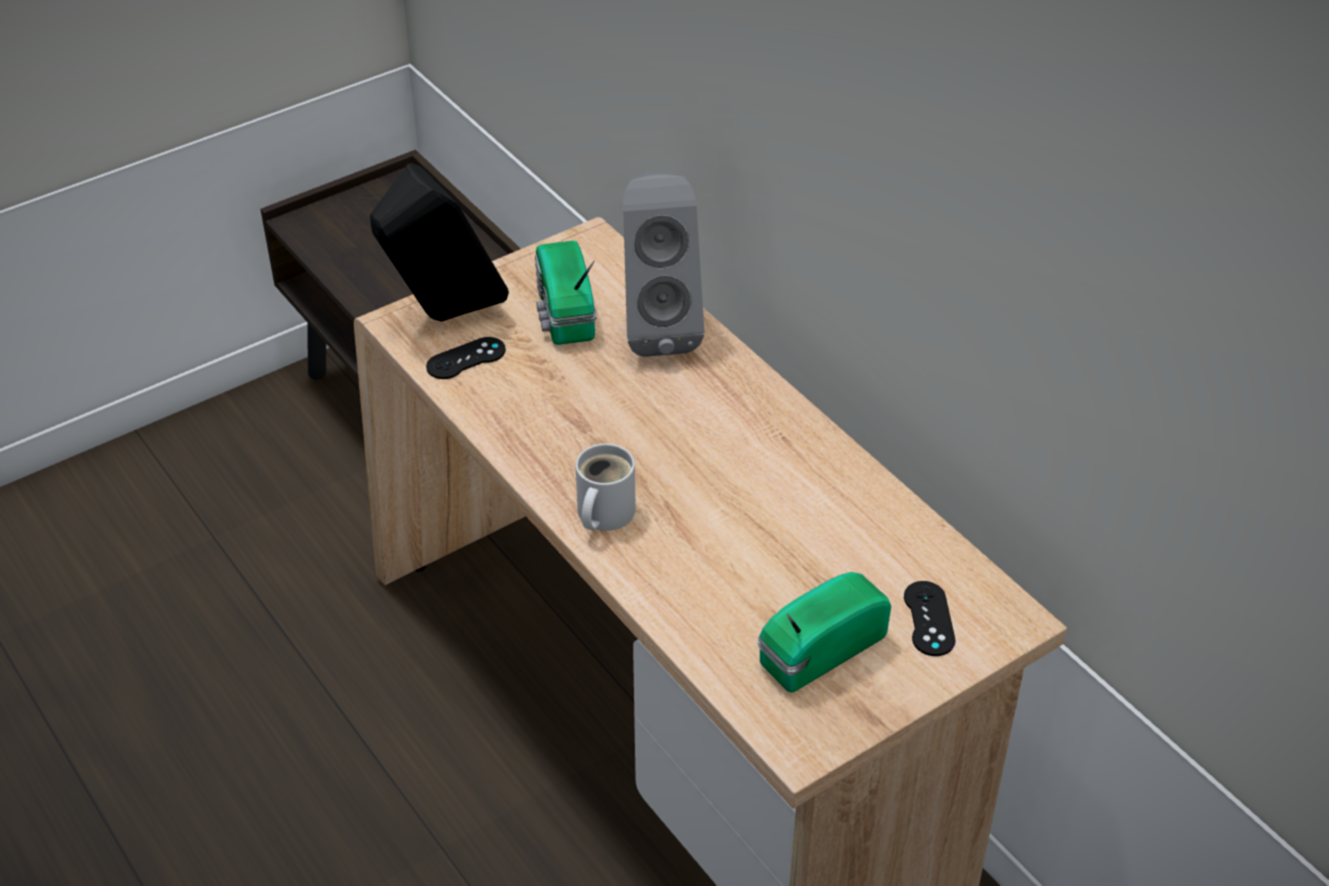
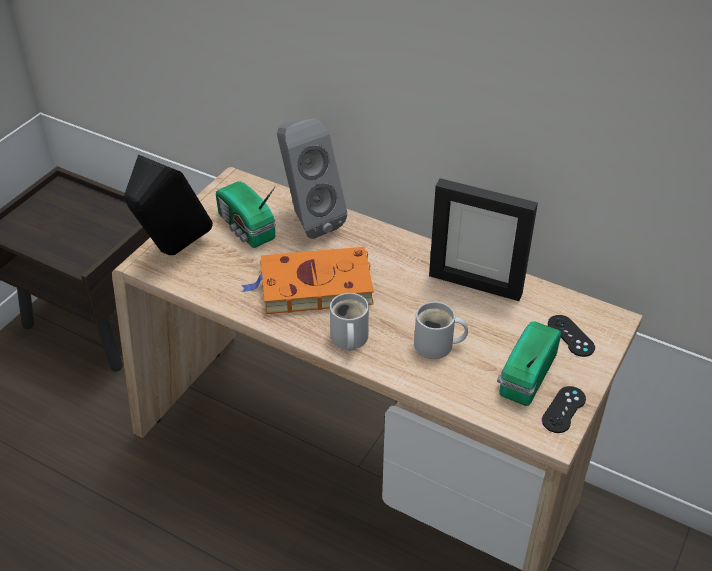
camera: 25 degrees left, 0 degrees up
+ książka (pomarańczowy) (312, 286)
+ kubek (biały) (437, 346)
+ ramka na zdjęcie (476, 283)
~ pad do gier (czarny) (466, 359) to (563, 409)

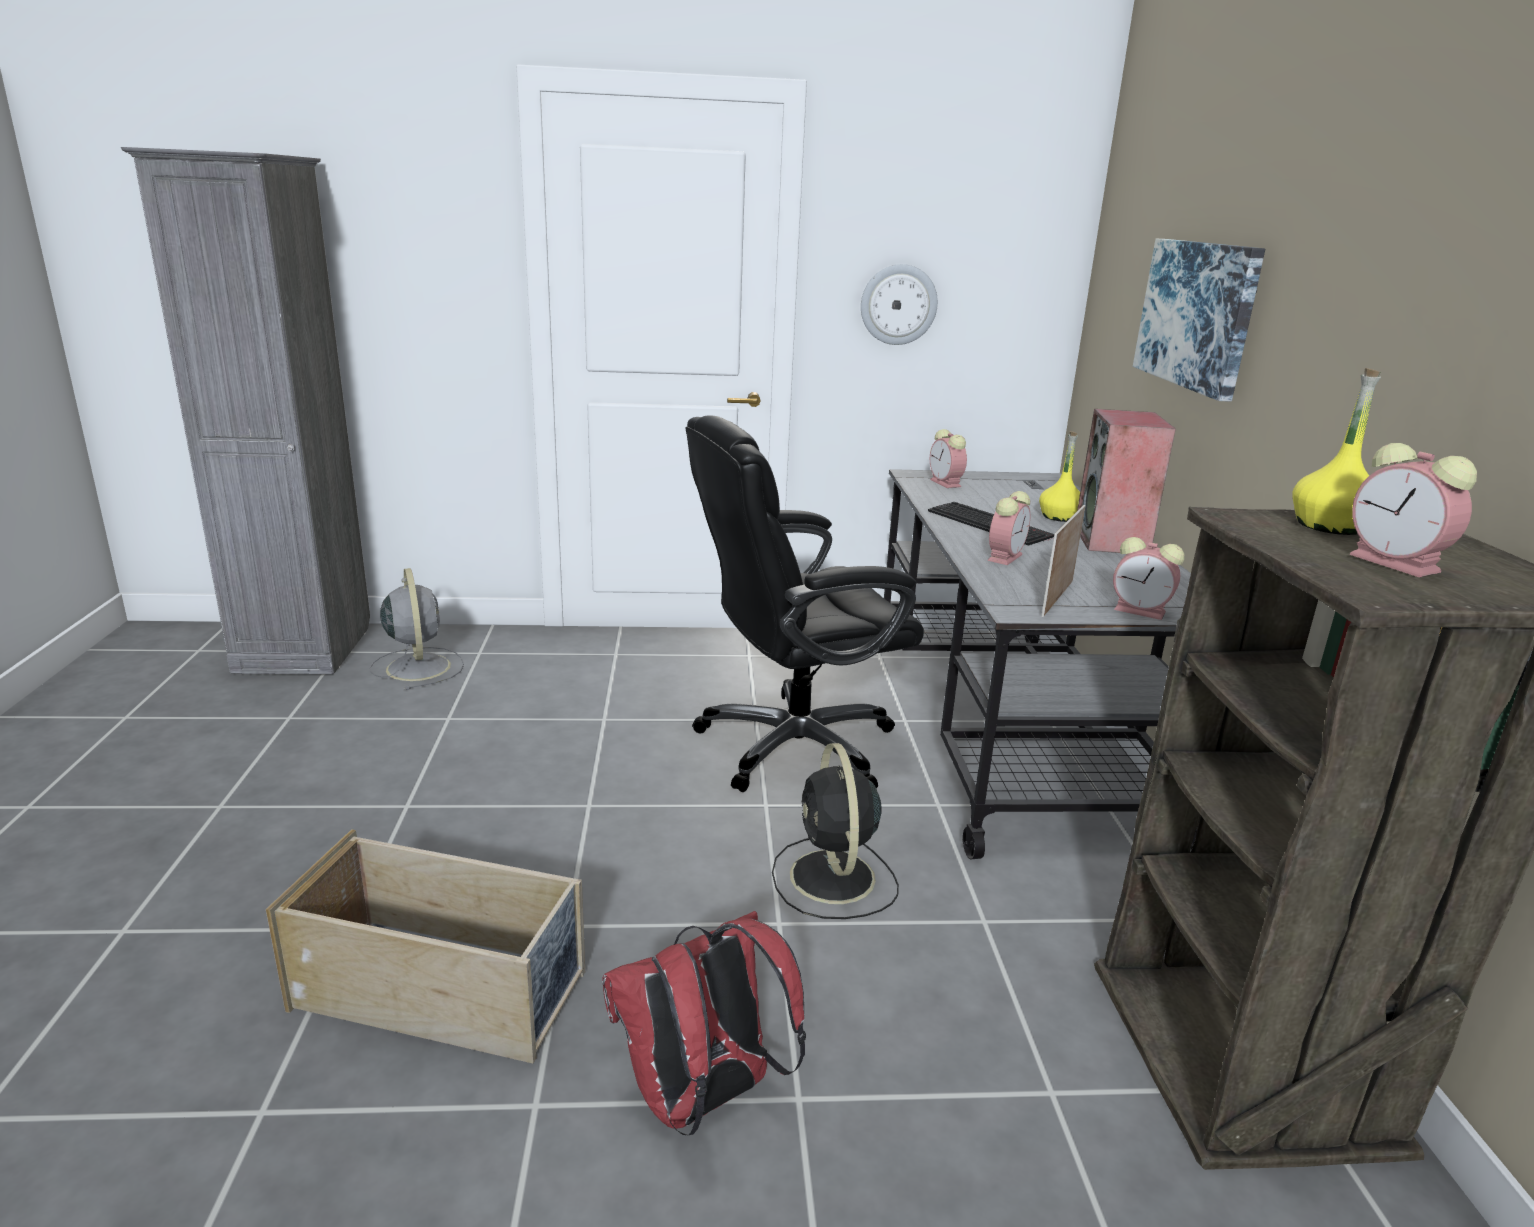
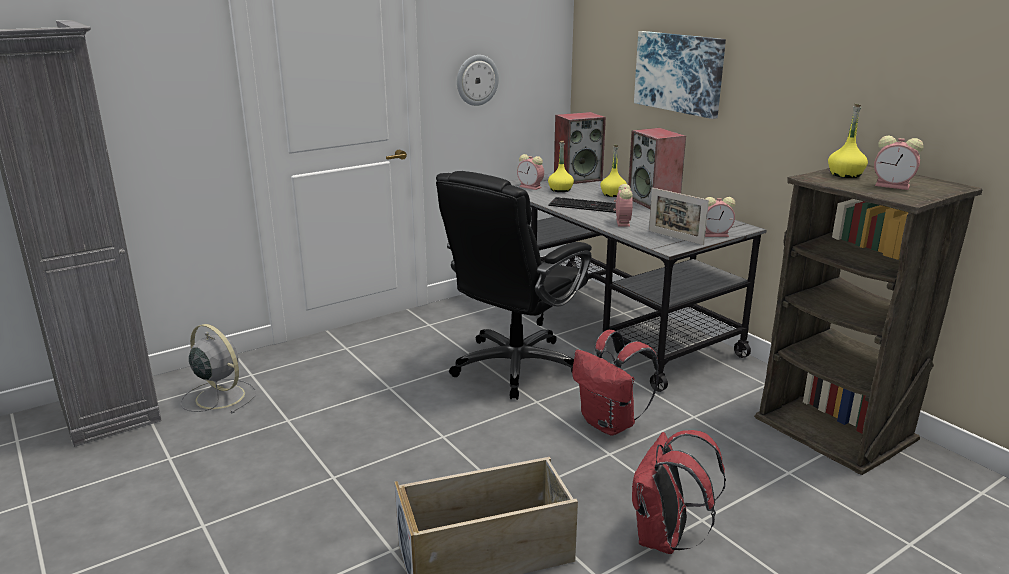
camera: 30 degrees left, 0 degrees up
+ butelka (żółty) (560, 190)
+ głośnik (578, 178)
~ wentylator (czarny) (833, 879) to plecak (czerwony) (610, 424)
~ ramka na zdjęcie (1057, 598) = (675, 237) 45 degrees counterclockwise

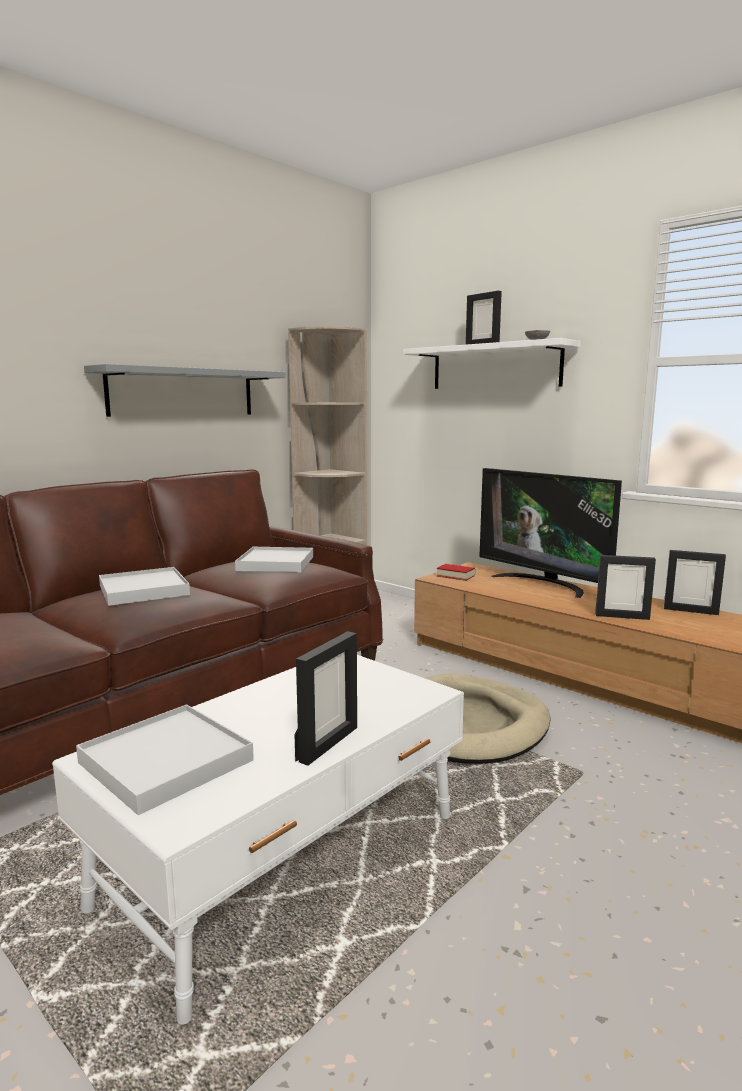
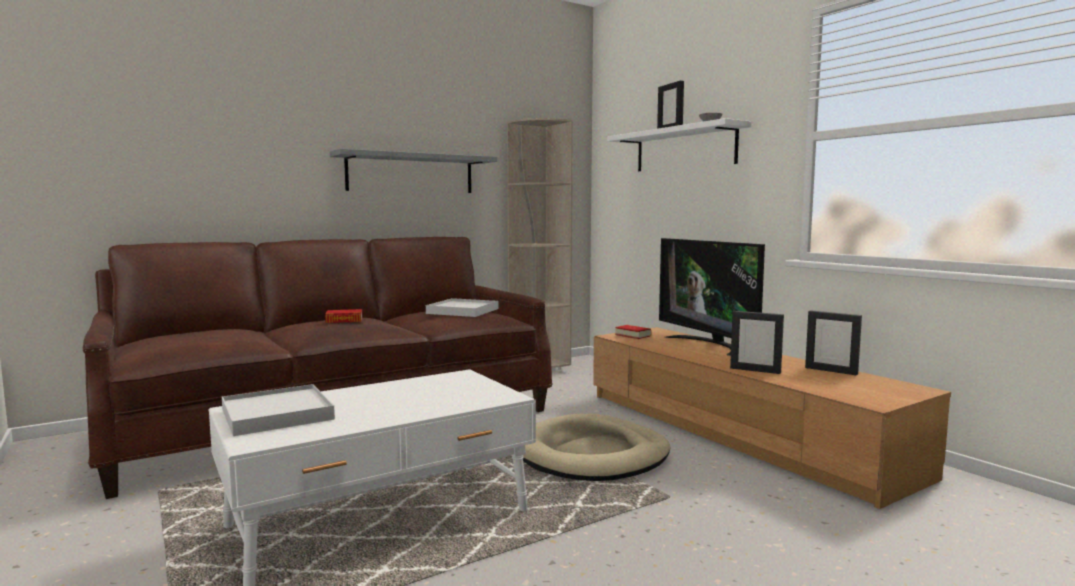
camera: 15 degrees right, 5 degrees down
~ taca (biały) (144, 590) to książka (344, 320)
- ramka na zdjęcie (327, 743)

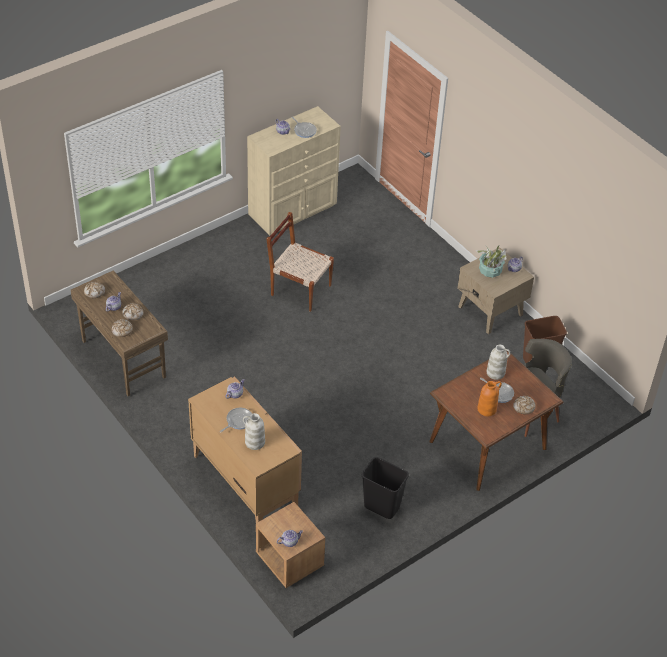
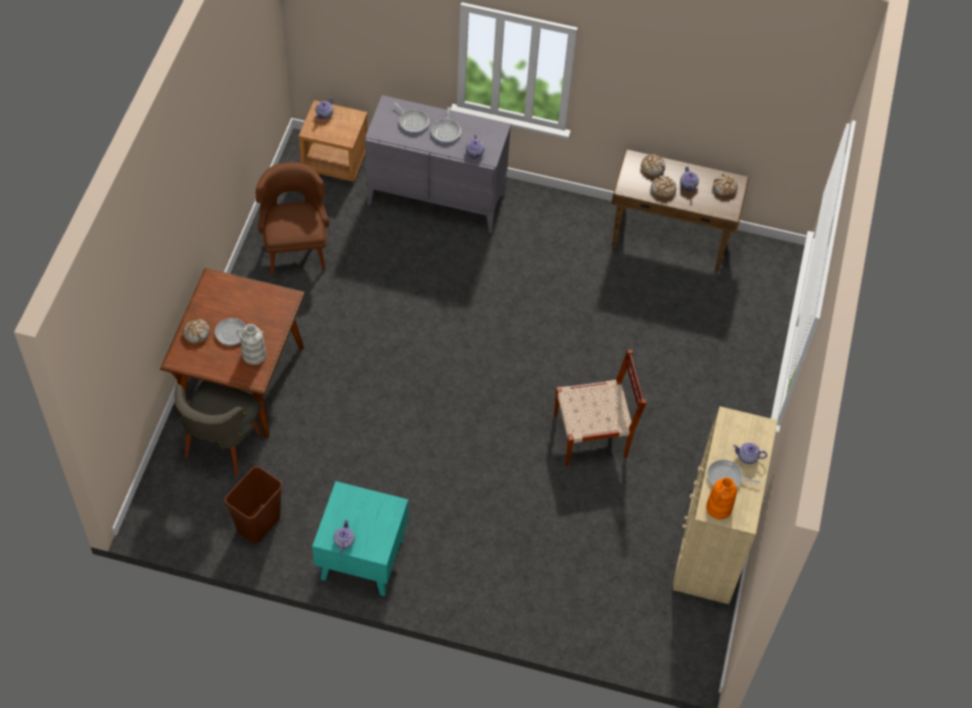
camera: 140 degrees right, 10 degrees up
~ kosz na śmieci (czarny) (381, 507) to krzesło (brązowy) (296, 253)
~ szafka nocna (beżowy) (491, 311) to szafka nocna (turkusowy) (361, 558)
~ szafka (brązowy) (245, 482) to szafka (szary) (436, 199)
~ wazon (biały) (254, 442) to patelnia (412, 122)
~ wazon (pomarańczowy) (487, 409) to (719, 508)
- roślina doniczkowa (490, 270)

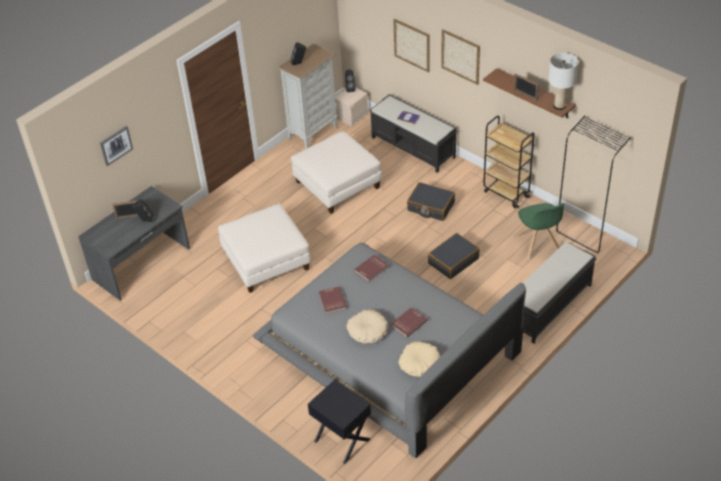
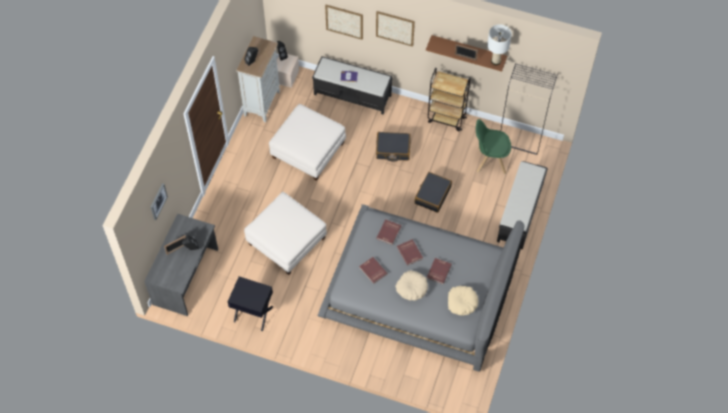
camera: 25 degrees left, 15 degrees up
~ szafka nocna (czarny) (341, 440) to (253, 314)
+ książka (czerwony) (410, 252)
~ krzesło (zielony) (537, 245) = (489, 161) 135 degrees clockwise

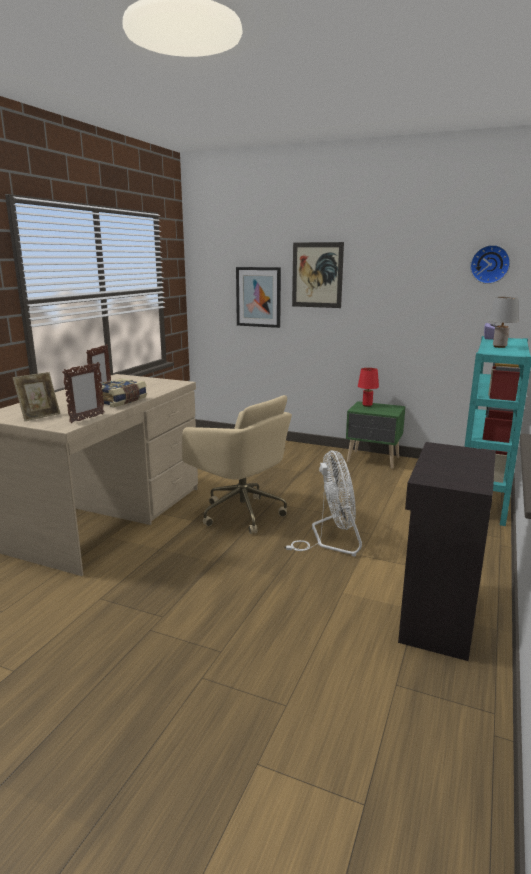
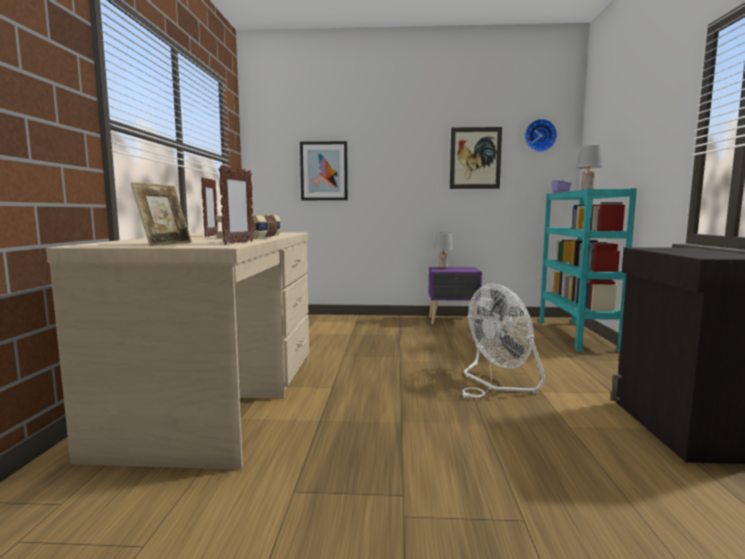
camera: 20 degrees left, 10 degrees down
~ szafka nocna (zielony) (373, 460) to szafka nocna (fioletowy) (453, 321)
~ lampa stołowa (czerwony) (367, 405) to lampa stołowa (szary) (443, 268)
~ obraz (317, 275) to (475, 158)
- krzesło biurowe (beżowy) (239, 513)

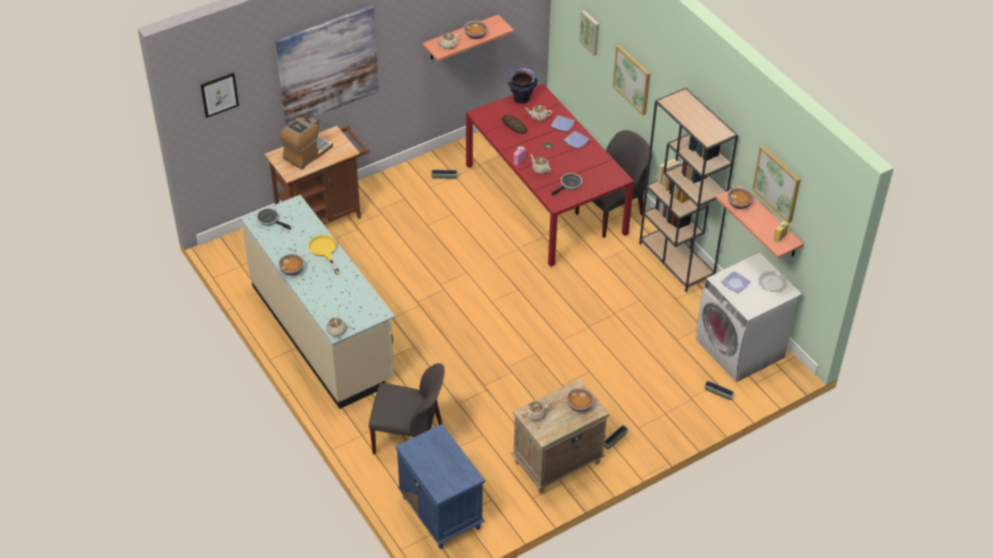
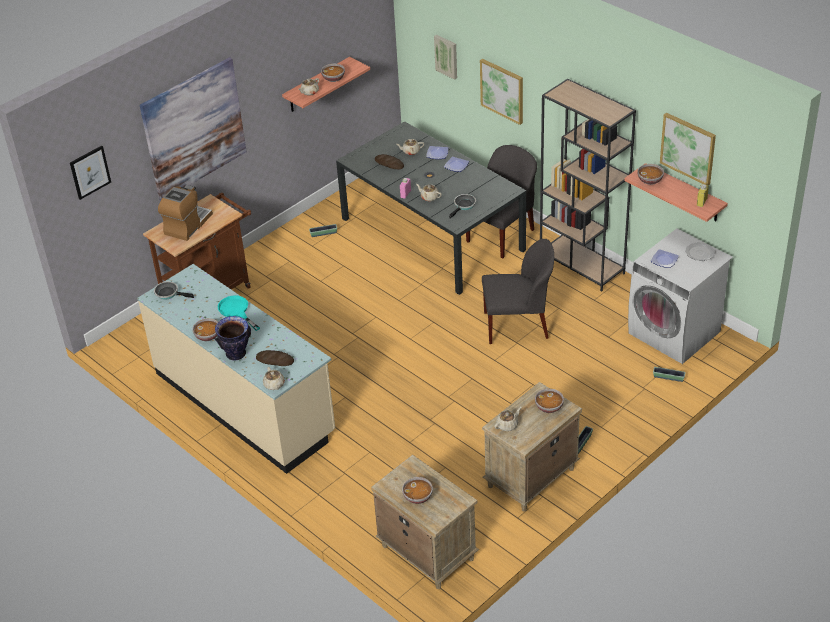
camera: 10 degrees left, 5 degrees down
~ wazon (521, 99) to (236, 354)
~ patelnia (żółty) (324, 251) to patelnia (turkusowy) (236, 311)
+ chleb (275, 360)
~ stół jadalny (czerwony) (545, 199) to stół jadalny (szary) (432, 234)
~ szafka nocna (niebieski) (440, 512) to szafka nocna (beżowy) (426, 552)
+ miska (418, 497)
~ krzesło (szary) (409, 438) to (517, 325)

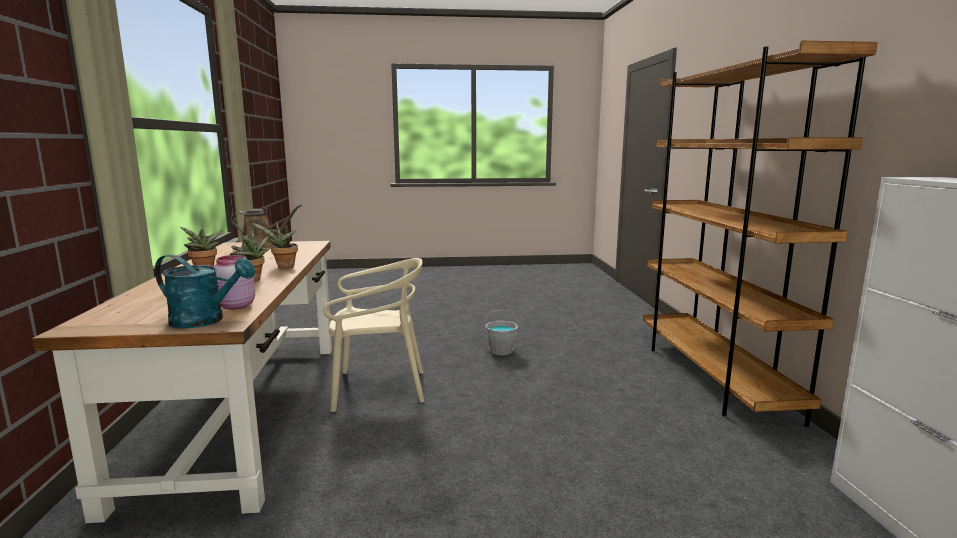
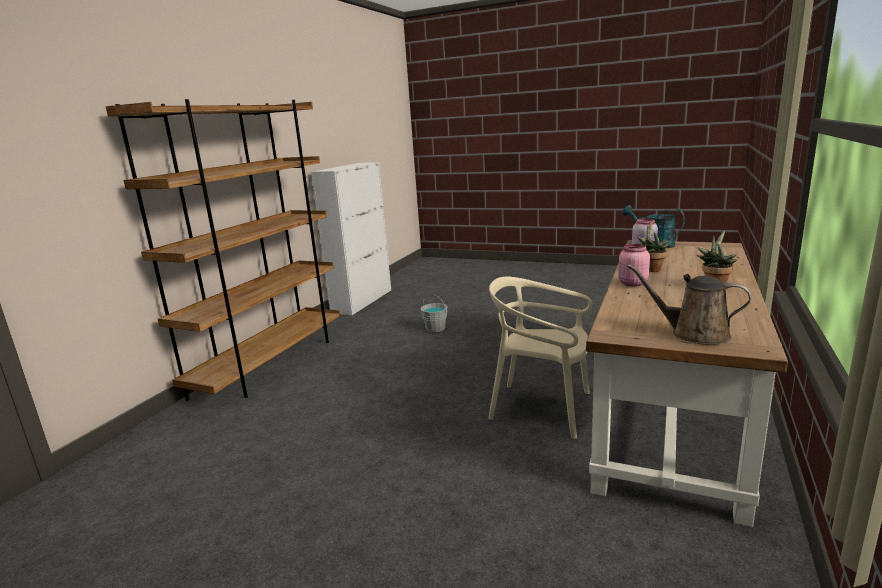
camera: 150 degrees left, 5 degrees up
~ wiadro (szary) (501, 351) to (435, 328)
~ roślina doniczkowa (283, 266) to słoik (różowy) (632, 283)

